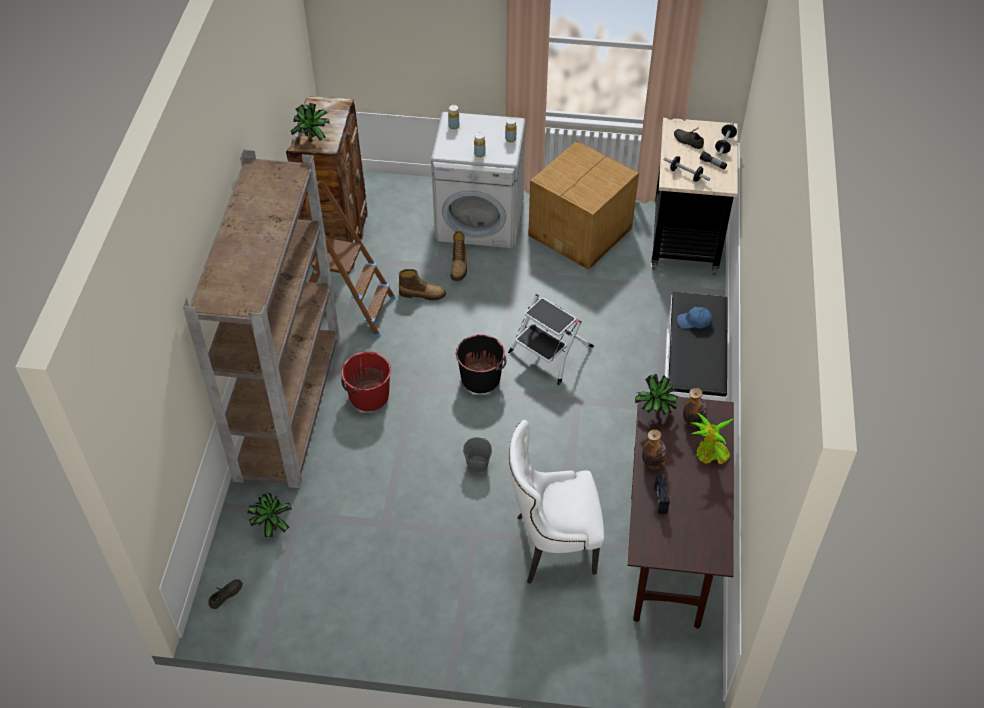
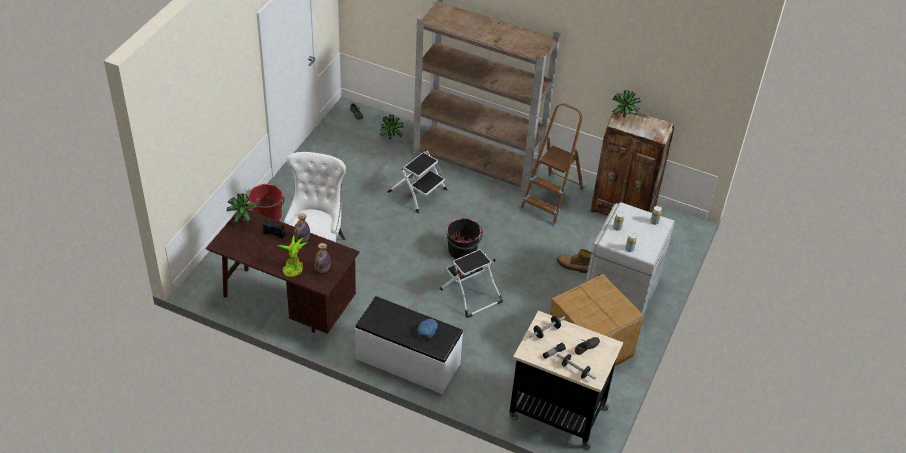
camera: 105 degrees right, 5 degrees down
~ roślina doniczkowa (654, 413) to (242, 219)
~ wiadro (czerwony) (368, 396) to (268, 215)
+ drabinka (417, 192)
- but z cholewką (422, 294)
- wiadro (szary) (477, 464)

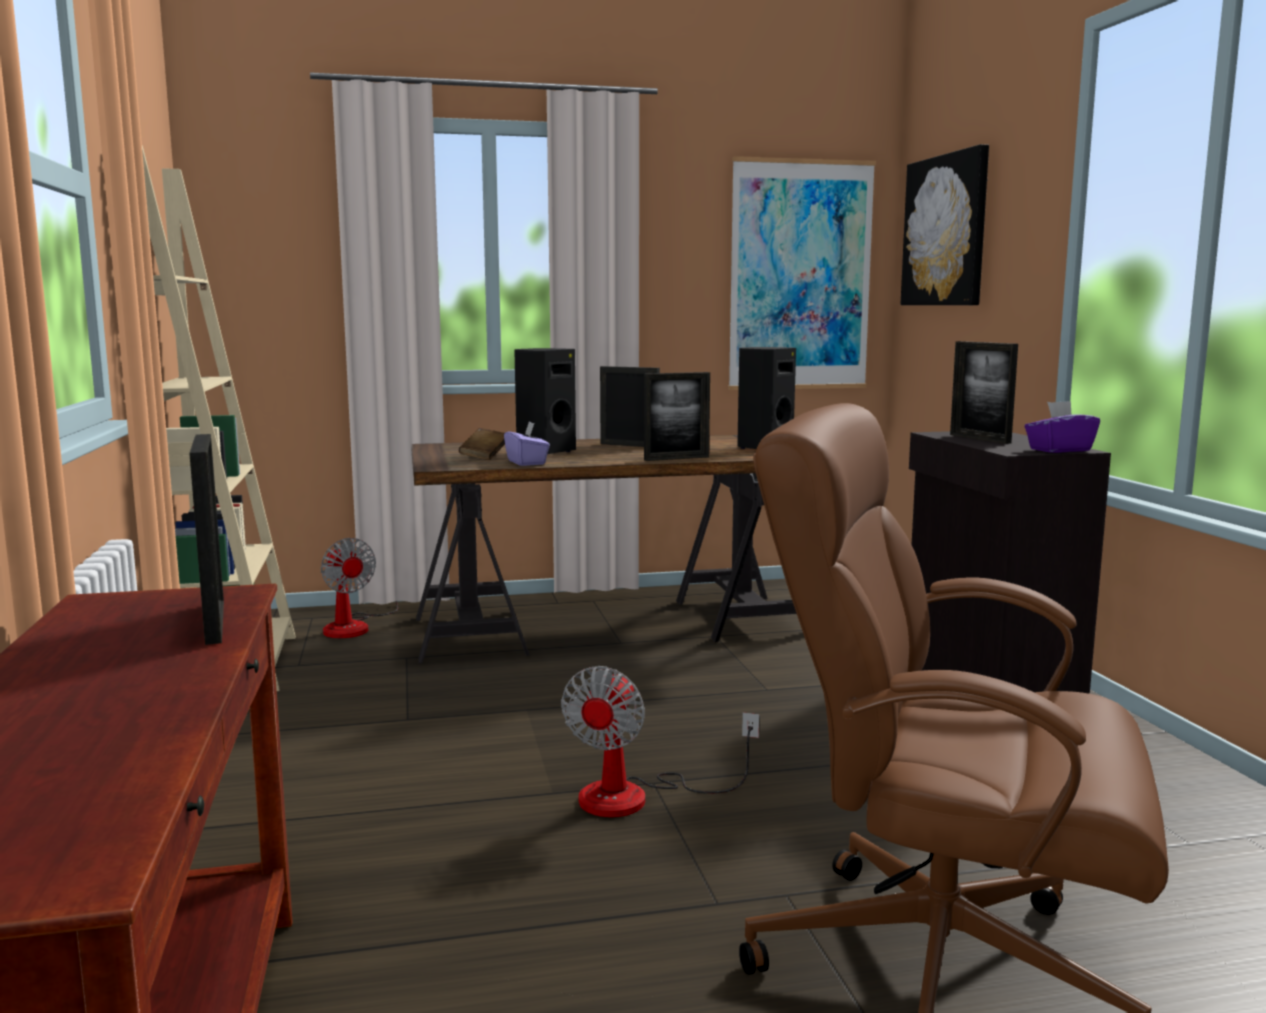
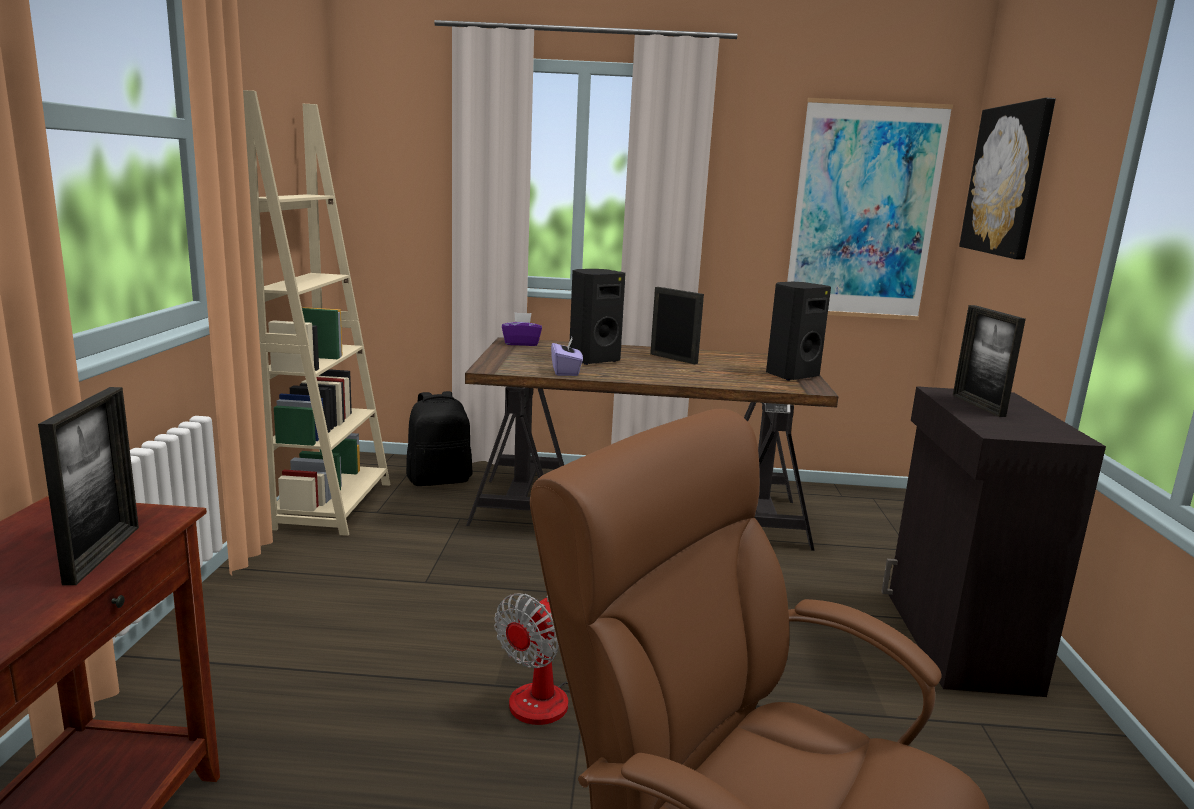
camera: 15 degrees right, 5 degrees up
~ wentylator (355, 626) to plecak (czarny) (439, 480)
~ pudełko chusteczek (fioletowy) (1059, 450) to (521, 343)
- książka (brązowy) (484, 456)
- ramka na zdjęcie (676, 458)

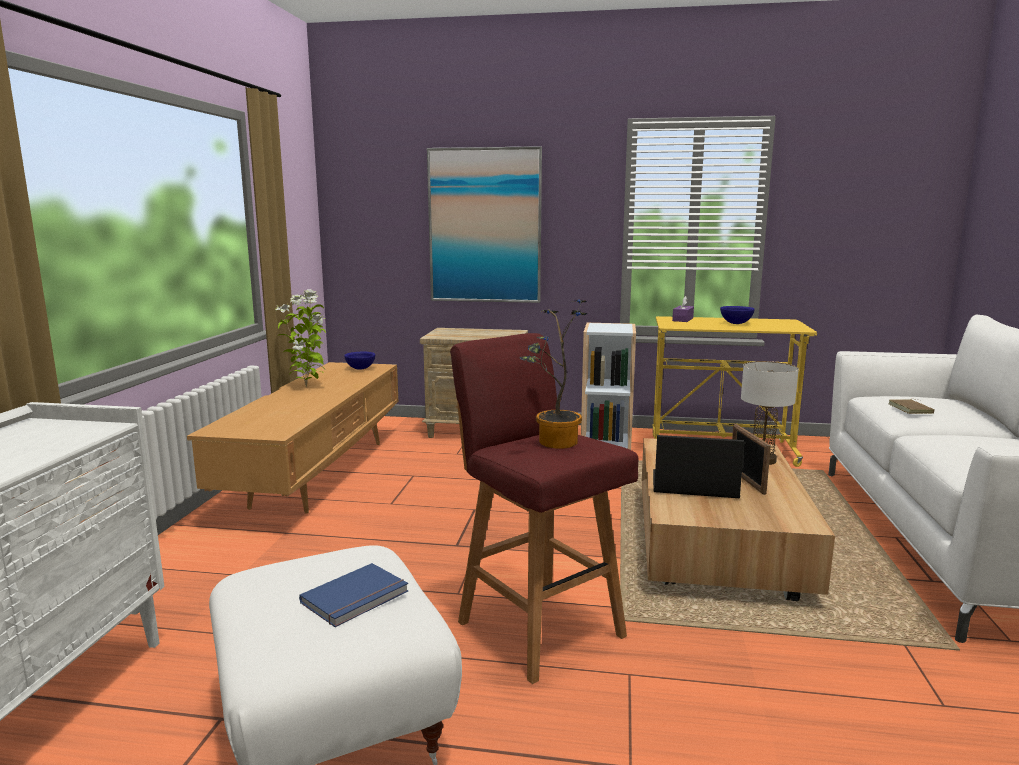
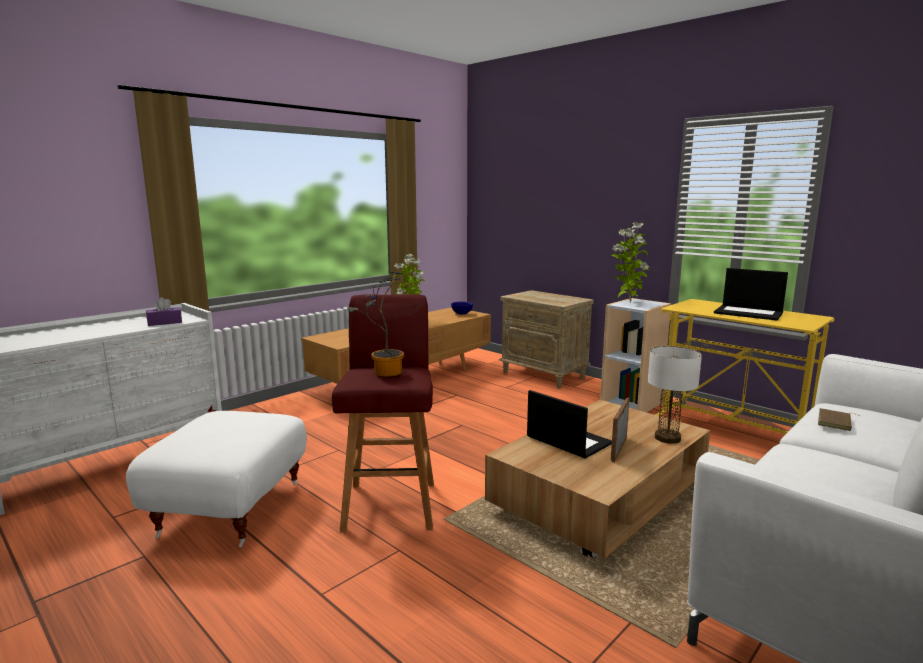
camera: 35 degrees right, 0 degrees up
~ pudełko chusteczek (fioletowy) (682, 319) to (164, 322)
+ roślina doniczkowa (628, 302)
~ miska (niebieski) (736, 323) to laptop (749, 313)
- książka (niebieski) (357, 598)
- obraz (485, 226)

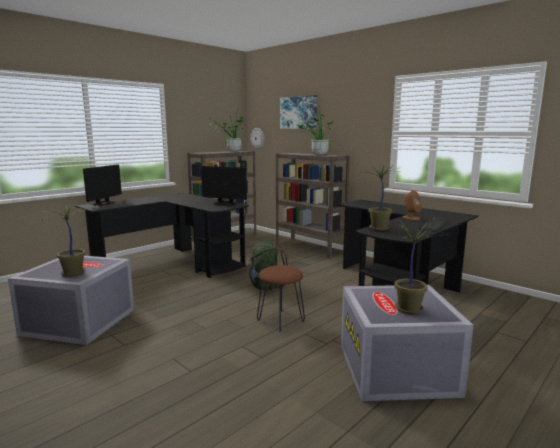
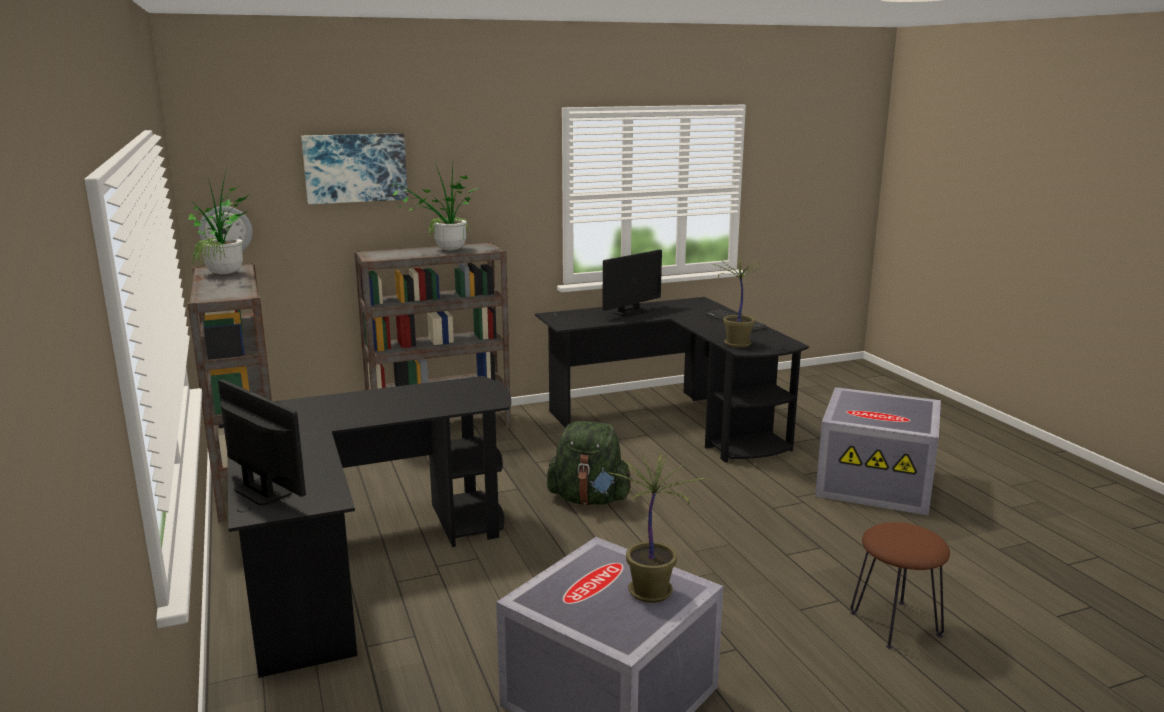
camera: 65 degrees left, 5 degrees up
~ monitor (225, 203) to (630, 312)
~ stołek (brązowy) (280, 320) to (895, 624)
- roślina doniczkowa (408, 308)
- głośnik (brązowy) (411, 218)

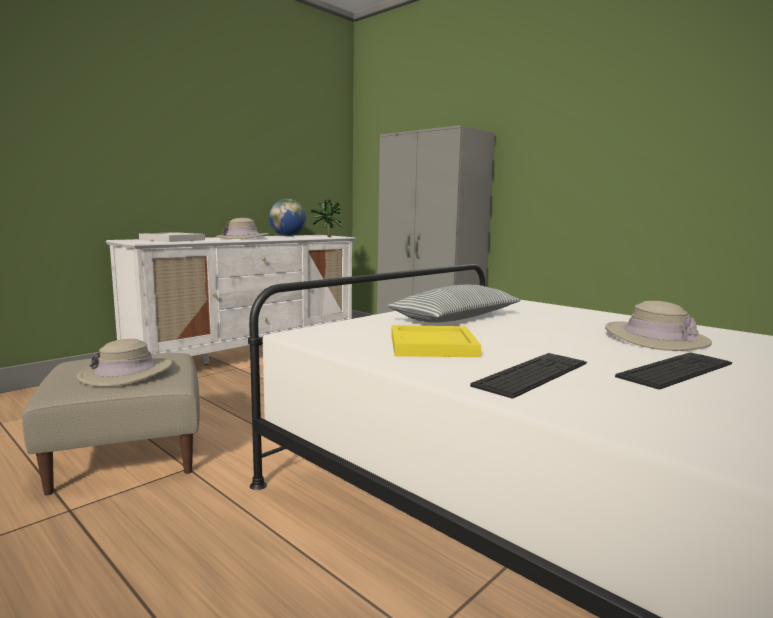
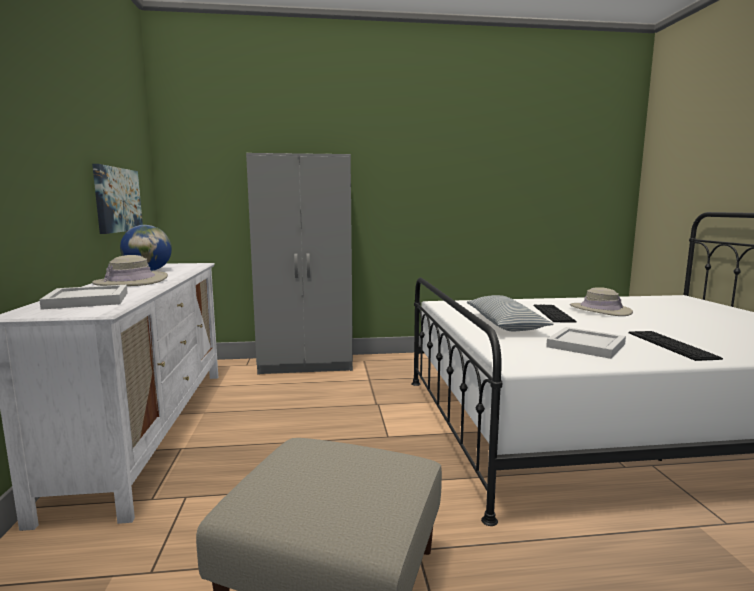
camera: 50 degrees left, 0 degrees up
+ obraz (117, 199)
~ klawiatura (676, 370) to (553, 313)
~ taca (żółty) (434, 346) to taca (biały) (587, 345)
- kapelusz (beżowy) (126, 373)
- roślina doniczkowa (327, 236)

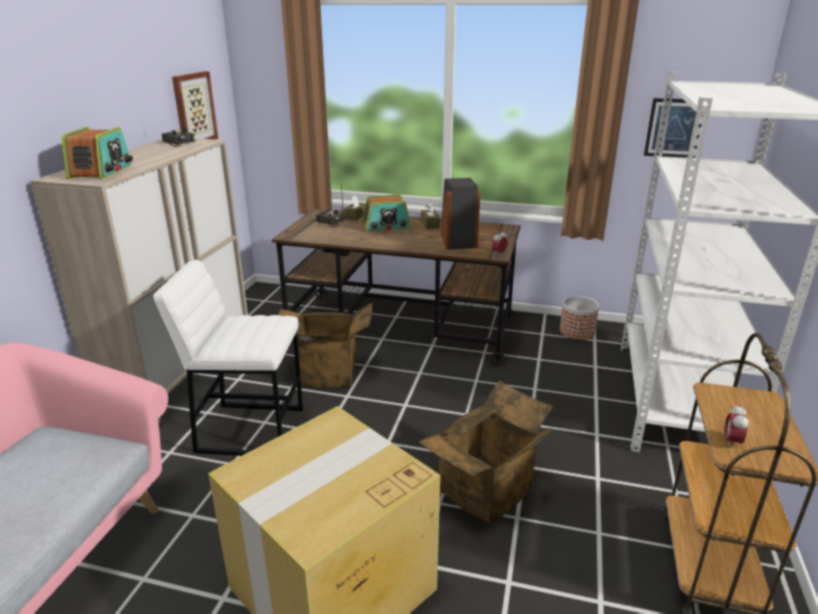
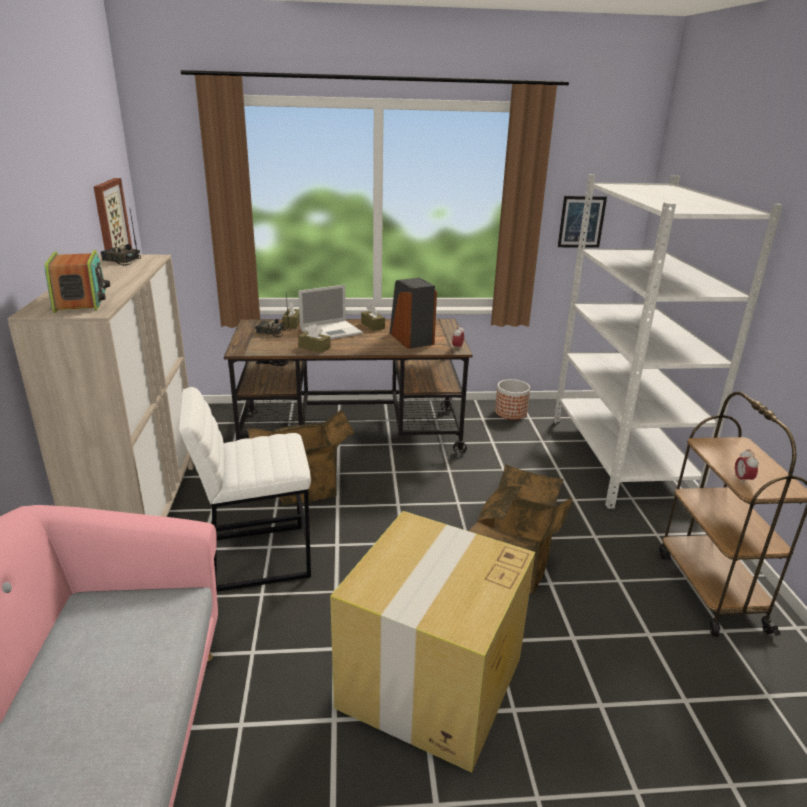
camera: 20 degrees left, 0 degrees up
~ radio (386, 226) to laptop (332, 331)
+ pudełko chusteczek (brązowy) (314, 347)

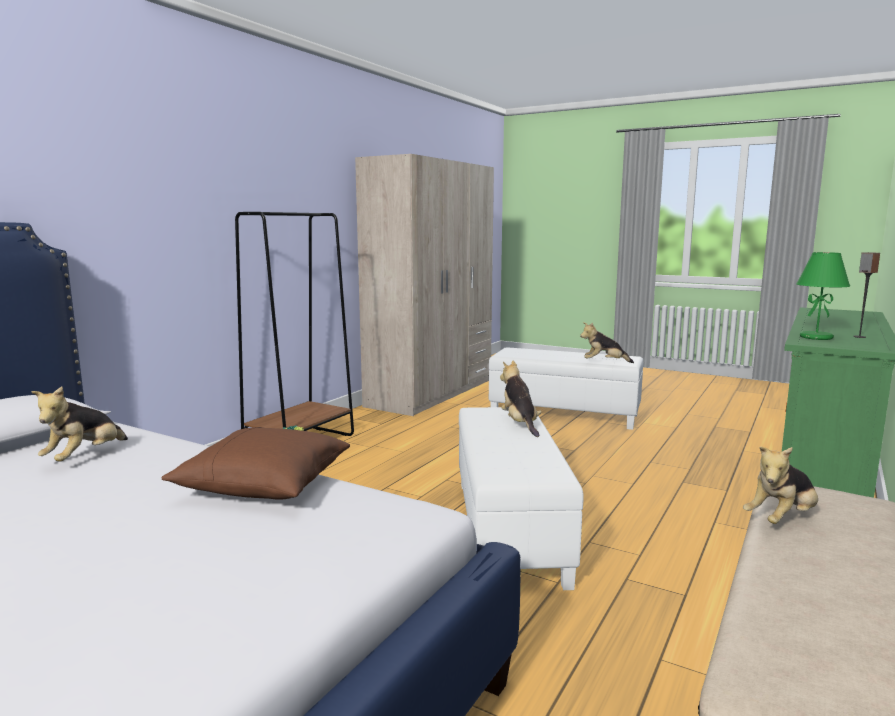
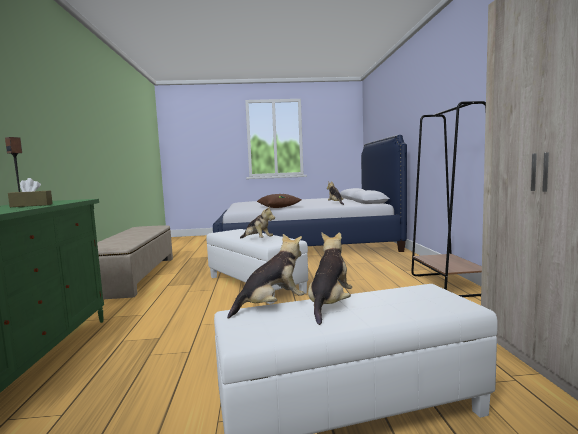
camera: 145 degrees right, 5 degrees down
+ pudełko chusteczek (brązowy) (31, 205)
~ pluszak (782, 519) to (330, 305)
- lampa stołowa (zielony) (816, 337)

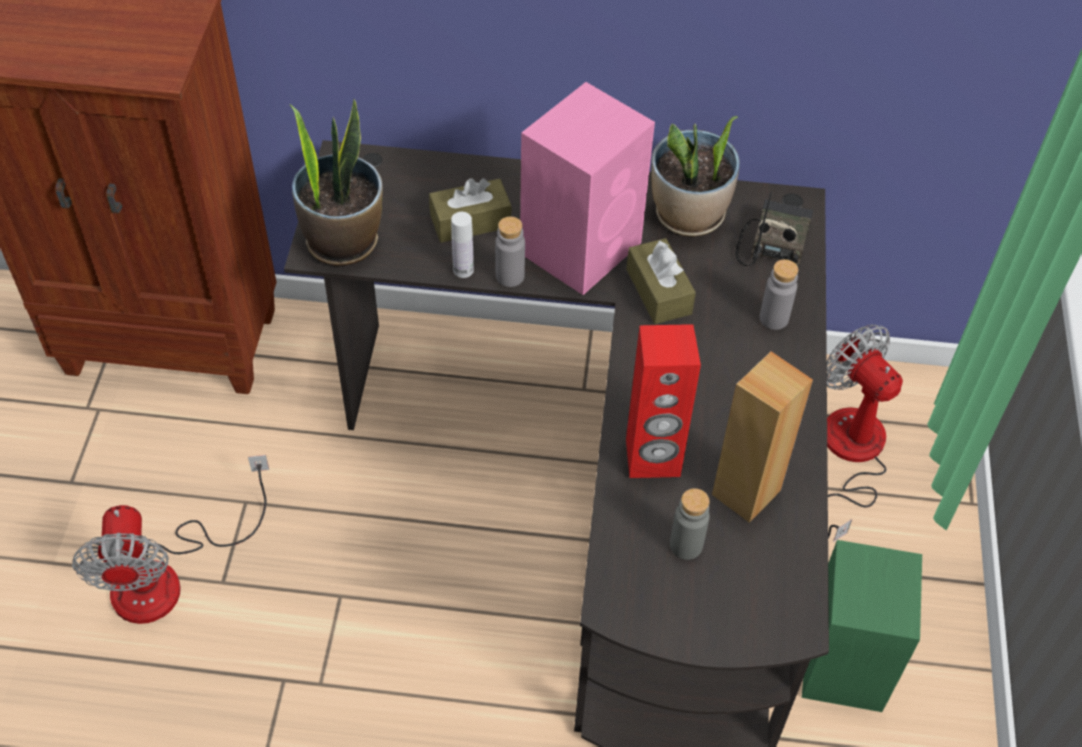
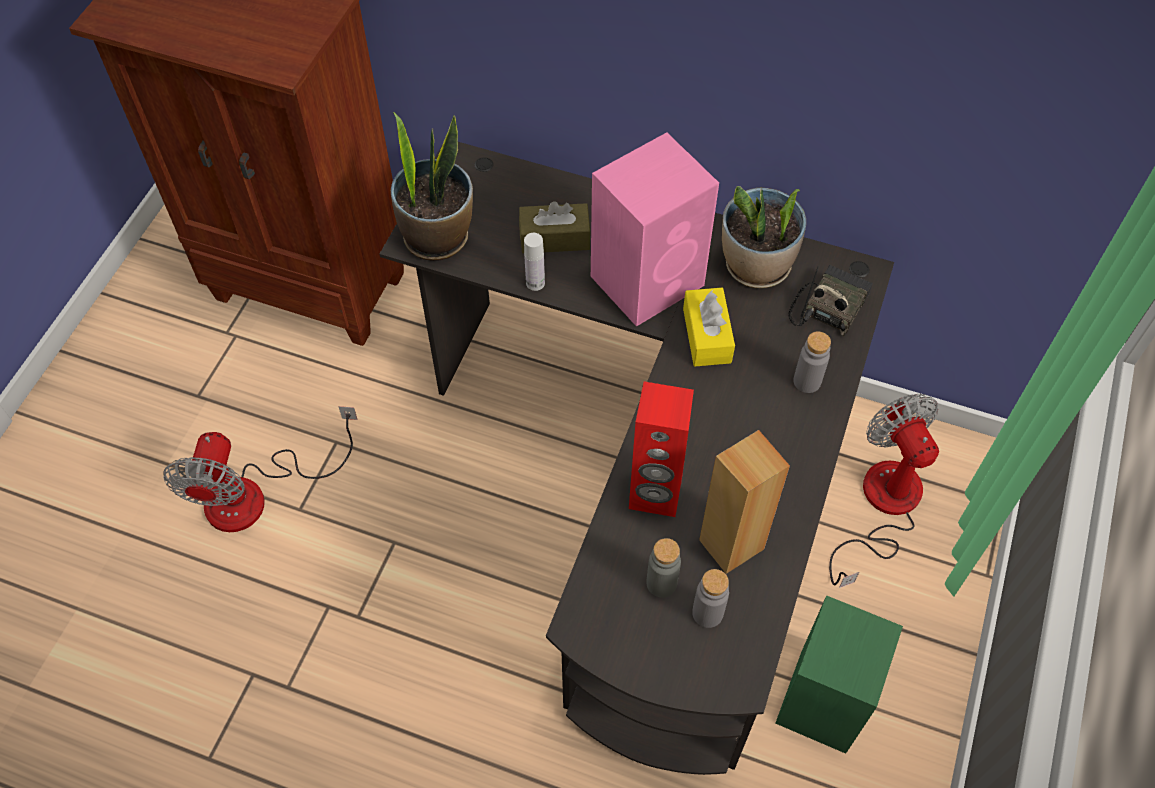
camera: 15 degrees right, 5 degrees up
~ pudełko chusteczek (brązowy) (658, 291) to pudełko chusteczek (żółty) (707, 335)
~ butelka (szary) (510, 276) to (707, 613)

